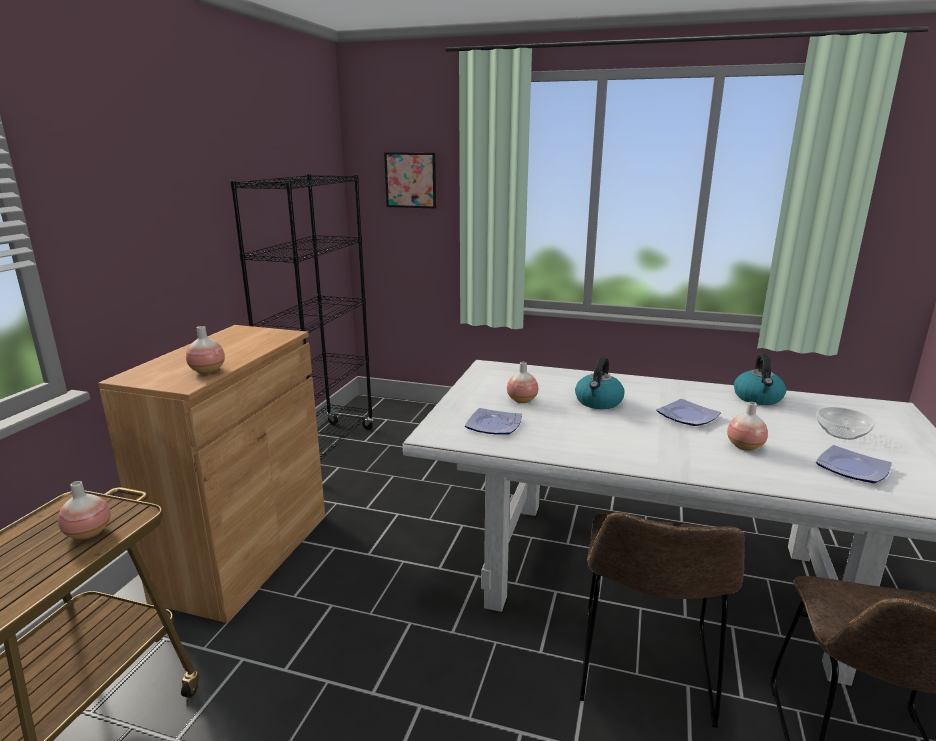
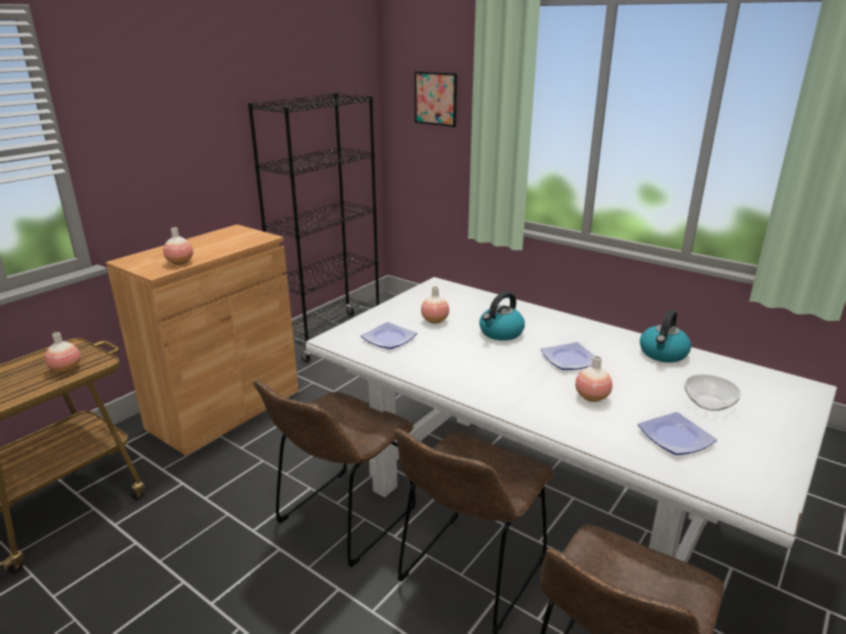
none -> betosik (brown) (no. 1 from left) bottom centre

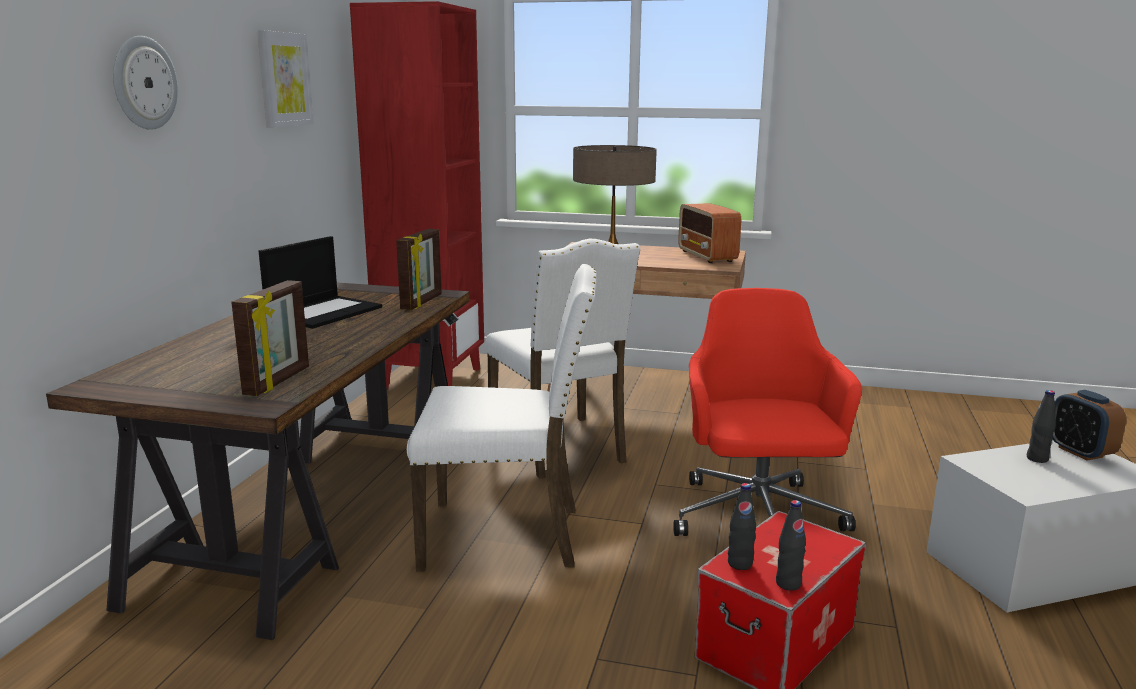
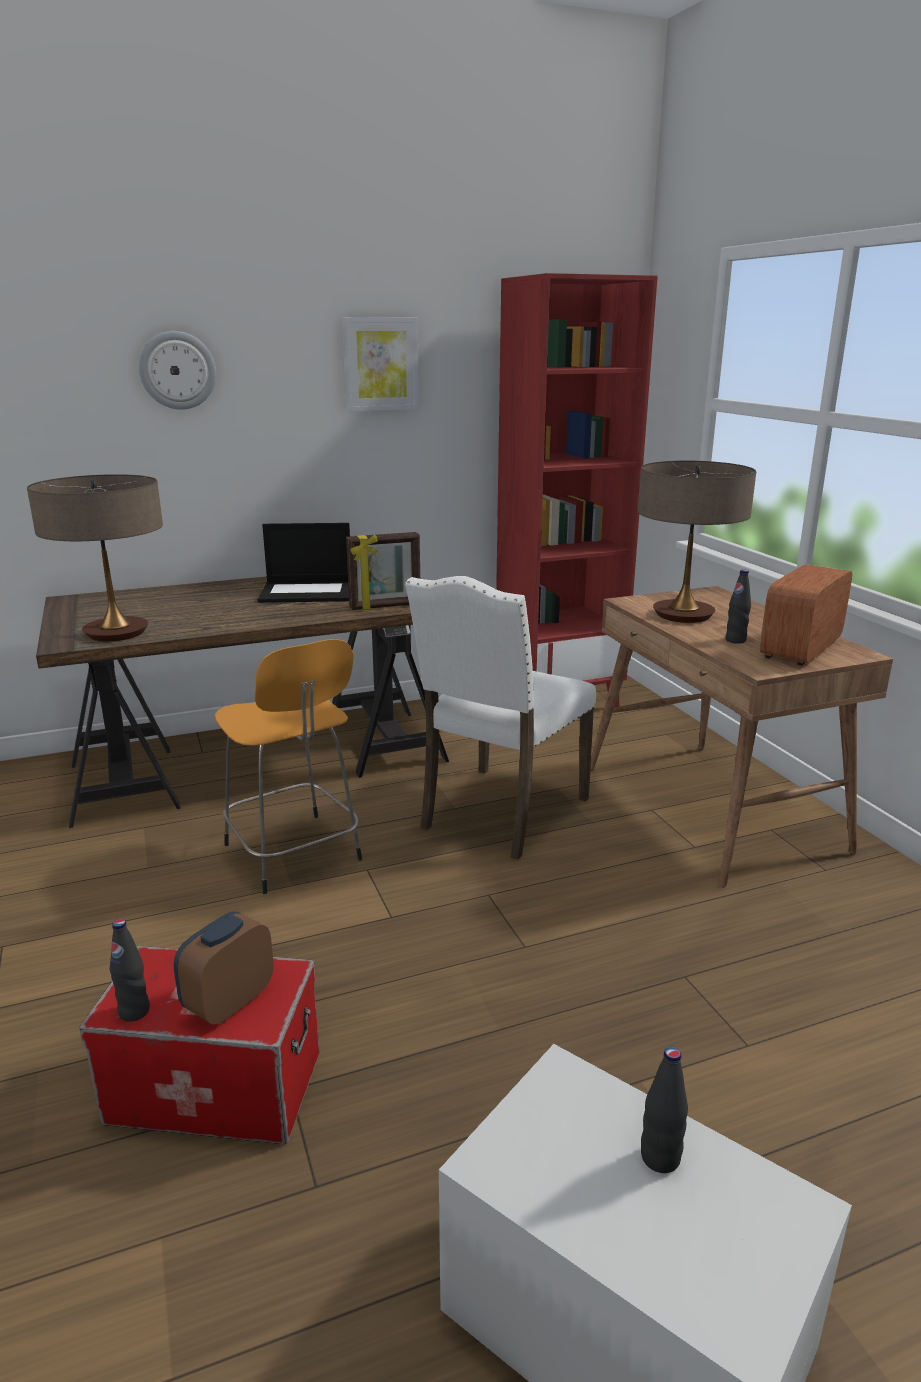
betosik (white) (no. 1 from left) centre -> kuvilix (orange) middle left
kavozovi (no. 1 from left) middle left -> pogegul (no. 1 from left) middle left
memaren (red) middle right -> none
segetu middle right -> segetu bottom left, shifted
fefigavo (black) (no. 1 from left in the first image) bottom centre -> fefigavo (black) (no. 3 from left) middle right, shifted

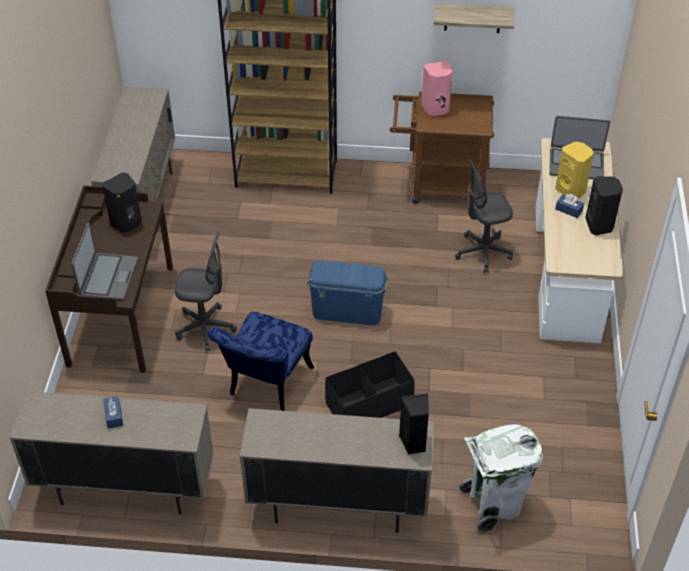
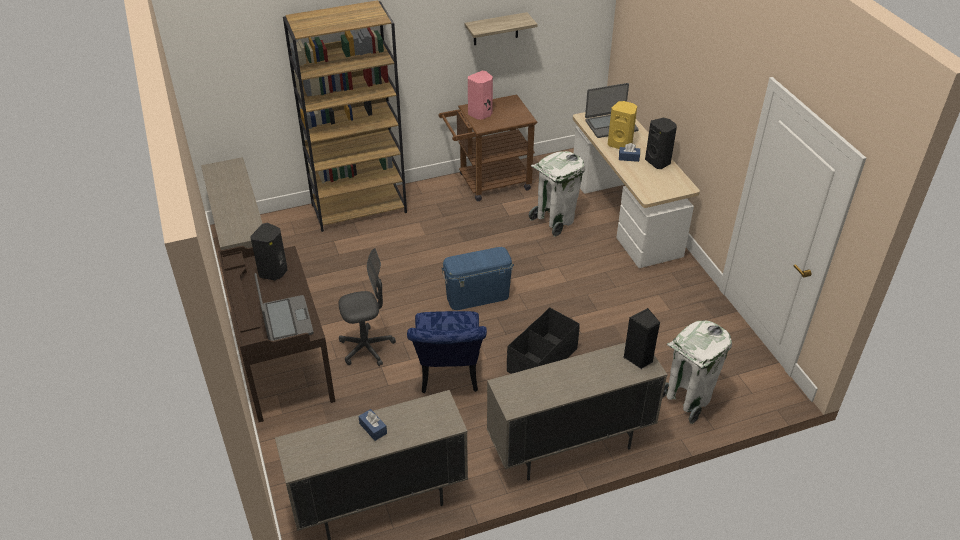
memaren (grey) (no. 2 from left) middle right -> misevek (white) (no. 1 from left) centre

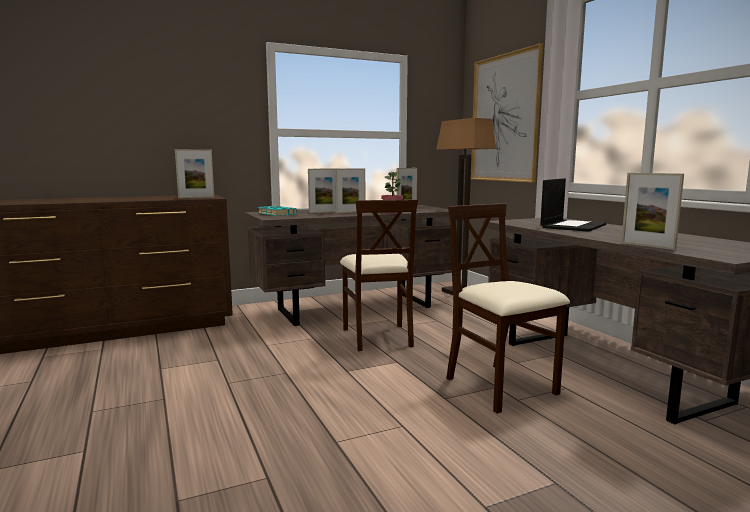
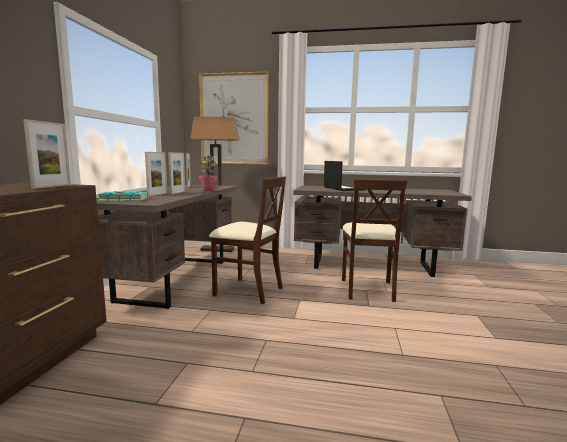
kavozovi (no. 5 from left) middle right -> none
betosik (beige) (no. 2 from left) middle right -> betosik (beige) (no. 2 from left) centre, 90 degrees counterclockwise

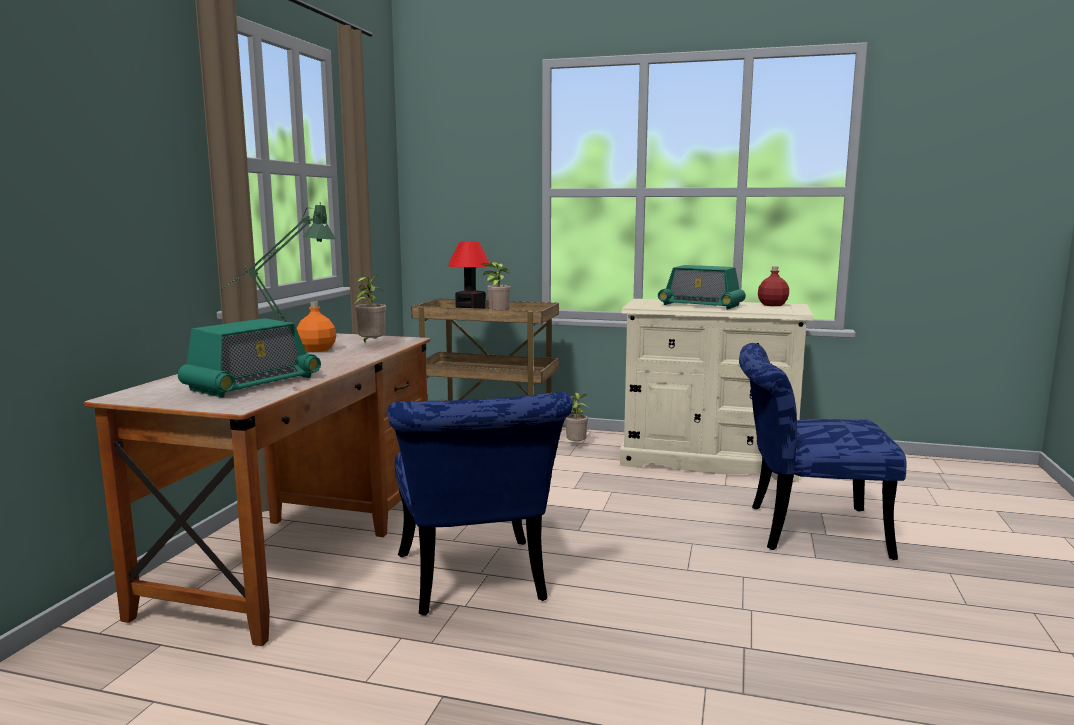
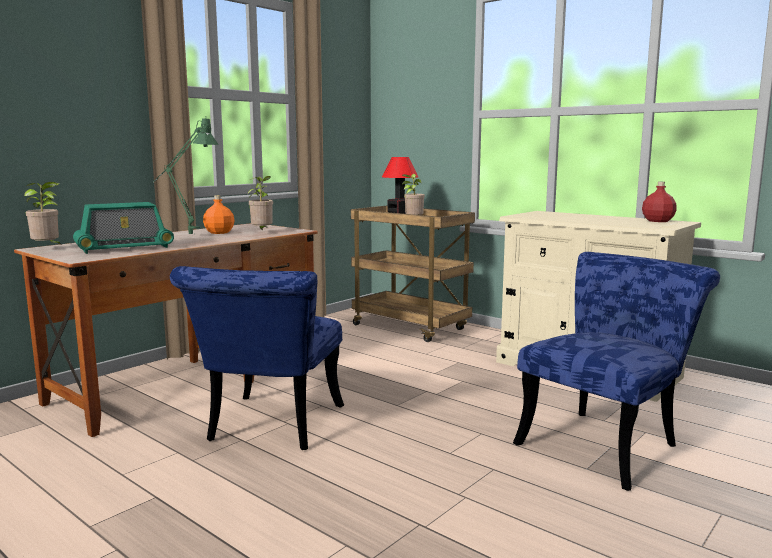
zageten (no. 2 from left) centre -> none
betosik (blue) (no. 2 from left) middle right, 105 degrees clockwise
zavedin (no. 3 from left in the first image) centre -> zavedin (no. 1 from left) middle left, shifted

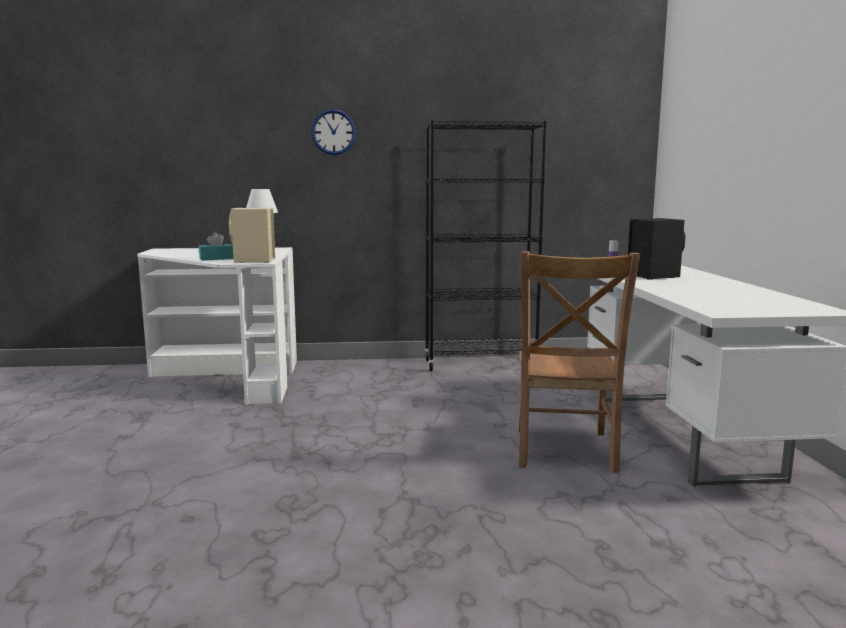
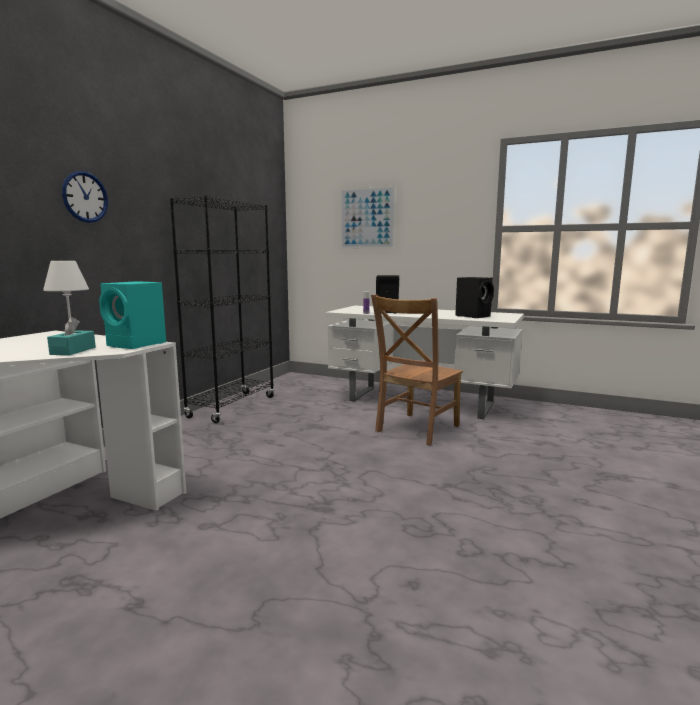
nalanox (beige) middle left -> nalanox (turquoise) middle left
betosik (brown) middle right -> betosik (brown) centre, 90 degrees clockwise
none -> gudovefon top centre
none -> nalanox (black) (no. 2 from left) middle right

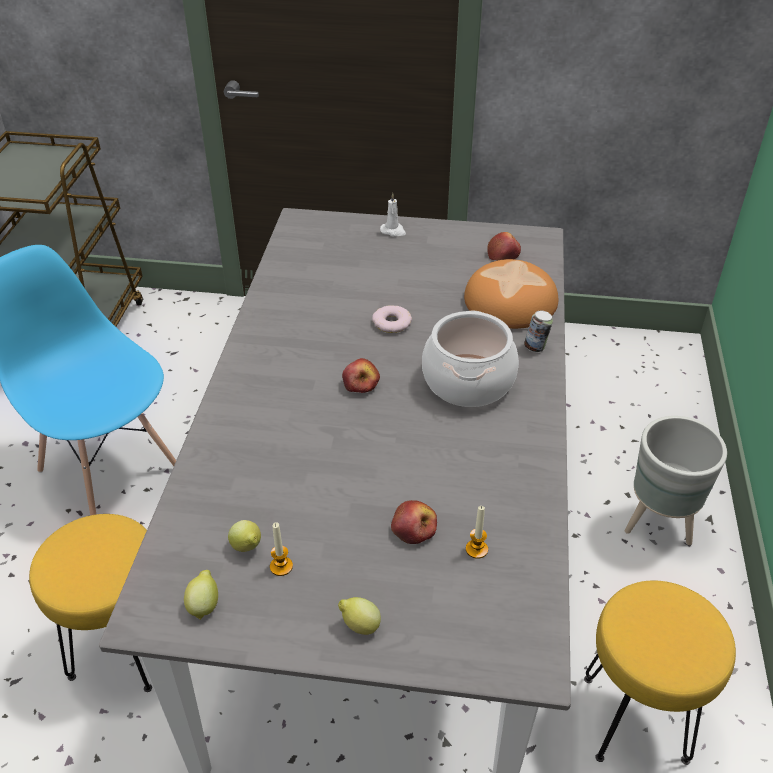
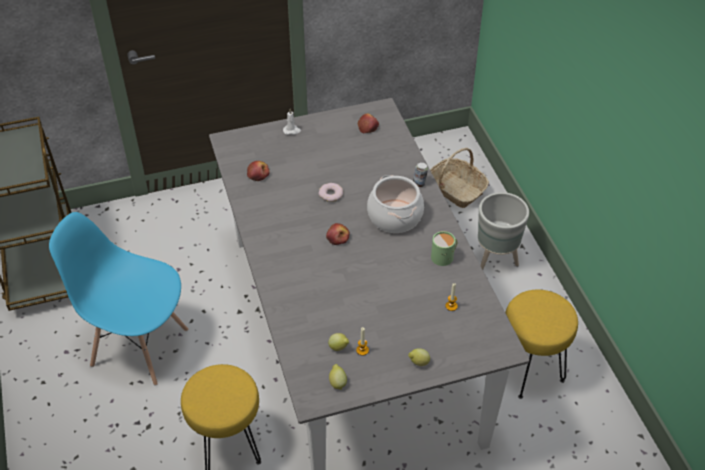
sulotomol centre -> none
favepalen (no. 2 from left in the first image) bottom centre -> favepalen (no. 1 from left) centre, shifted
none -> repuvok centre
none -> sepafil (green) centre

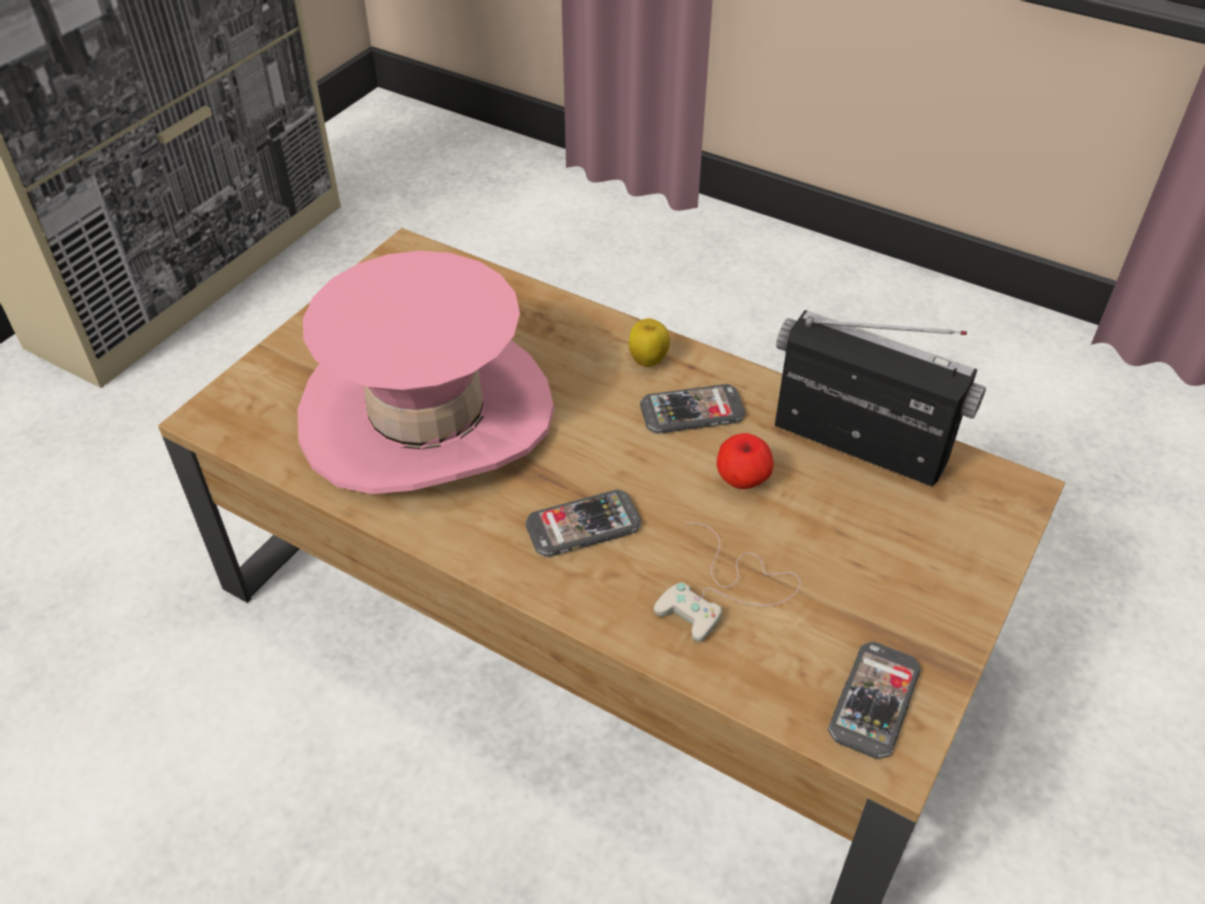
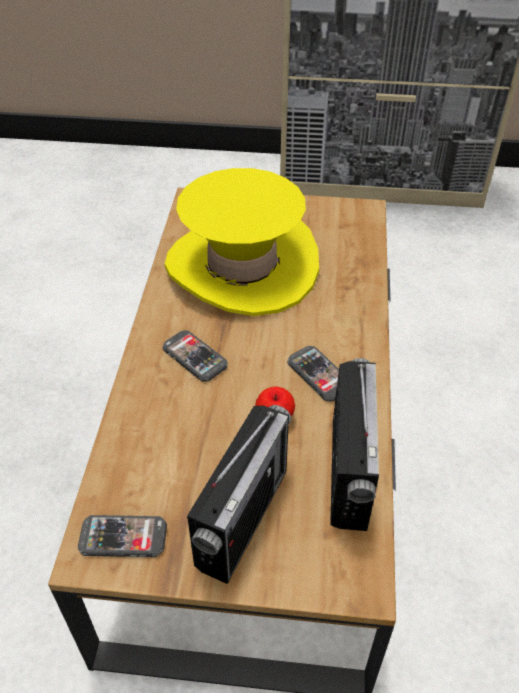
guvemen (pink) centre -> guvemen (yellow) centre
favepalen (no. 1 from left) centre -> none
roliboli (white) centre -> none
none -> zageten (no. 1 from left) bottom centre

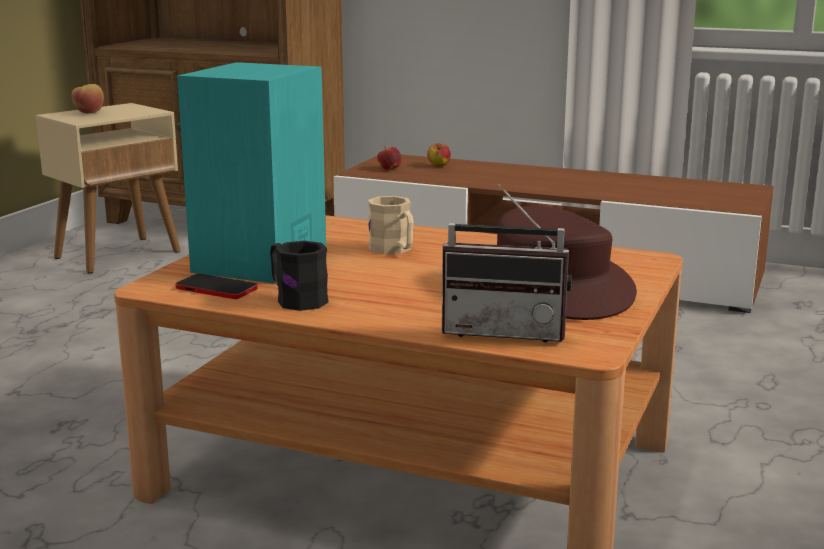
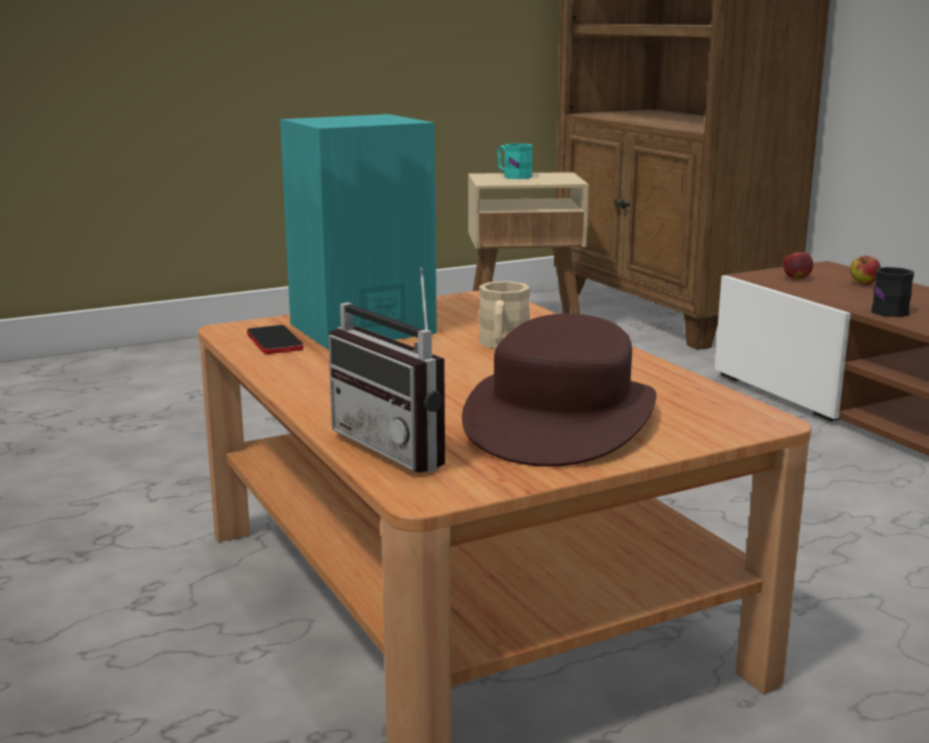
favepalen (no. 1 from left) top left -> sepafil (turquoise) top centre
sepafil (black) centre -> sepafil (black) middle right, shifted

